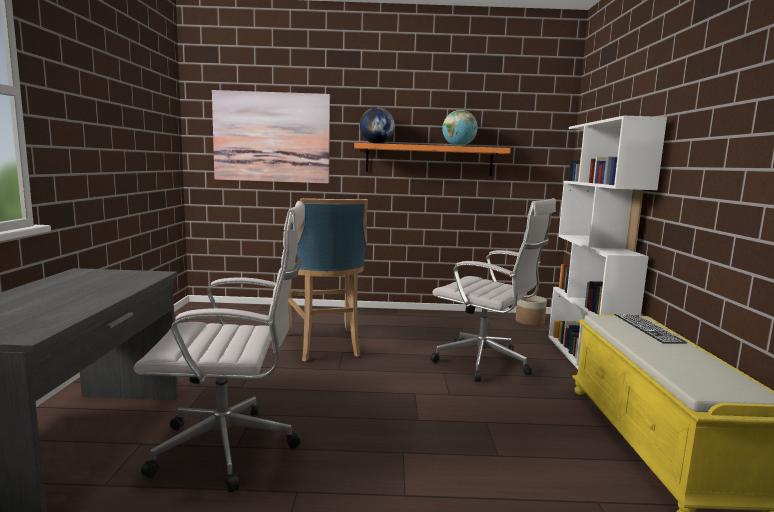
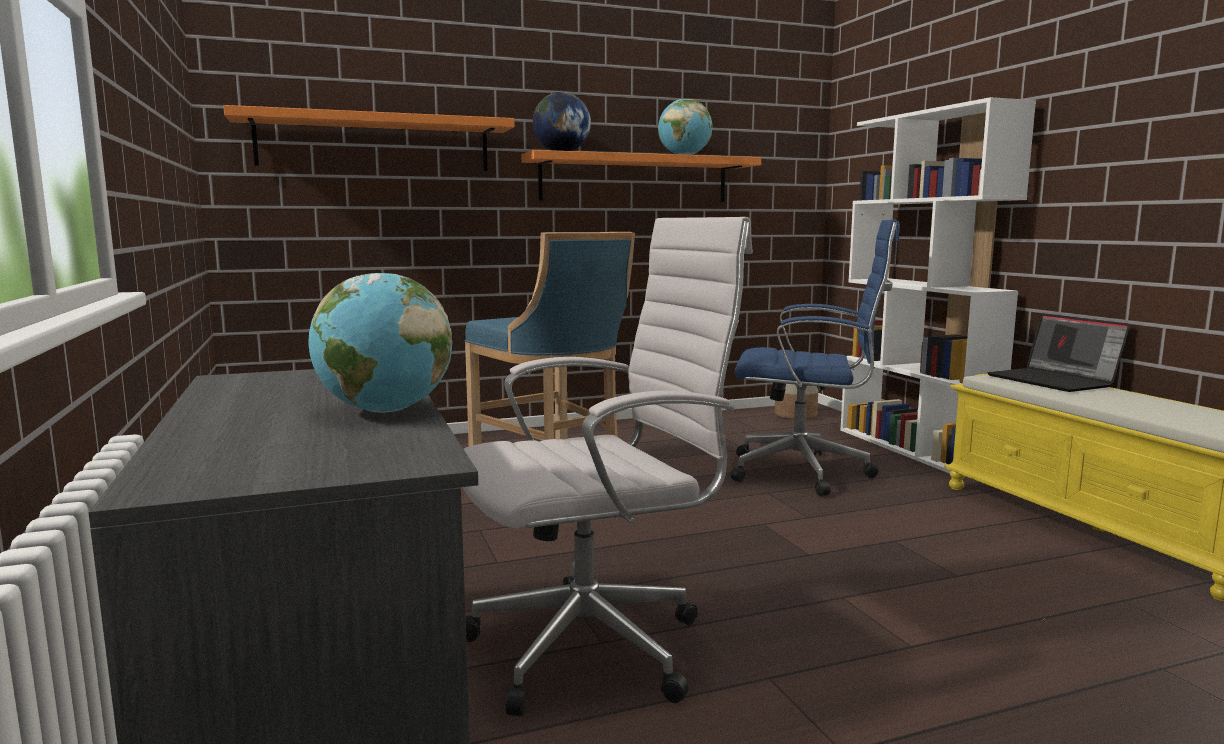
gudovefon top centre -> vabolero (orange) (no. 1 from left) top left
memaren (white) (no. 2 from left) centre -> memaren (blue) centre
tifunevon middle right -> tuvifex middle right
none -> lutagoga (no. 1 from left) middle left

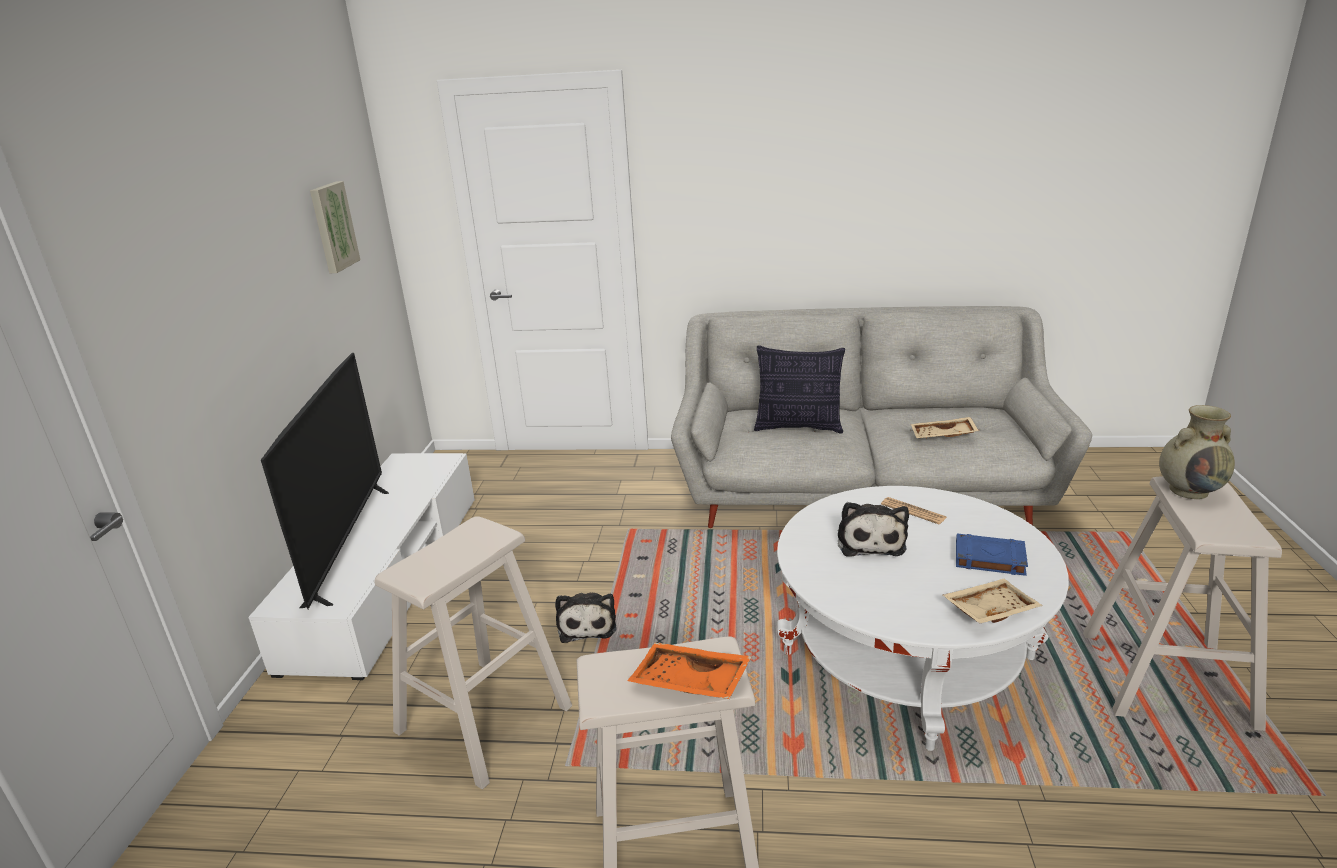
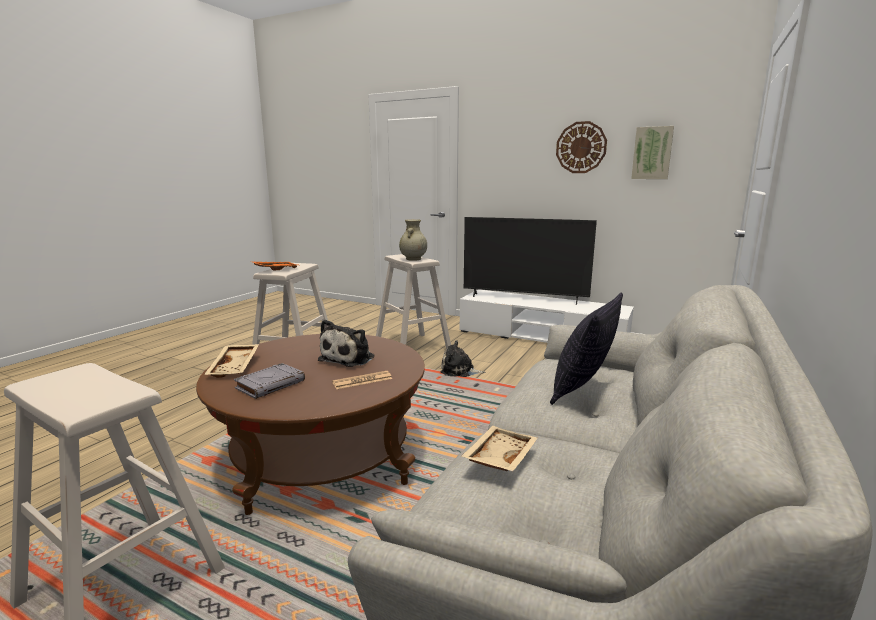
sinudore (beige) middle right -> sinudore (beige) centre, shifted
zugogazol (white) bottom right -> zugogazol (brown) bottom centre
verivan (no. 2 from left in the first image) centre -> verivan (no. 1 from left) centre, 90 degrees counterclockwise
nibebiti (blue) middle right -> nibebiti (grey) middle left
none -> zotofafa top centre

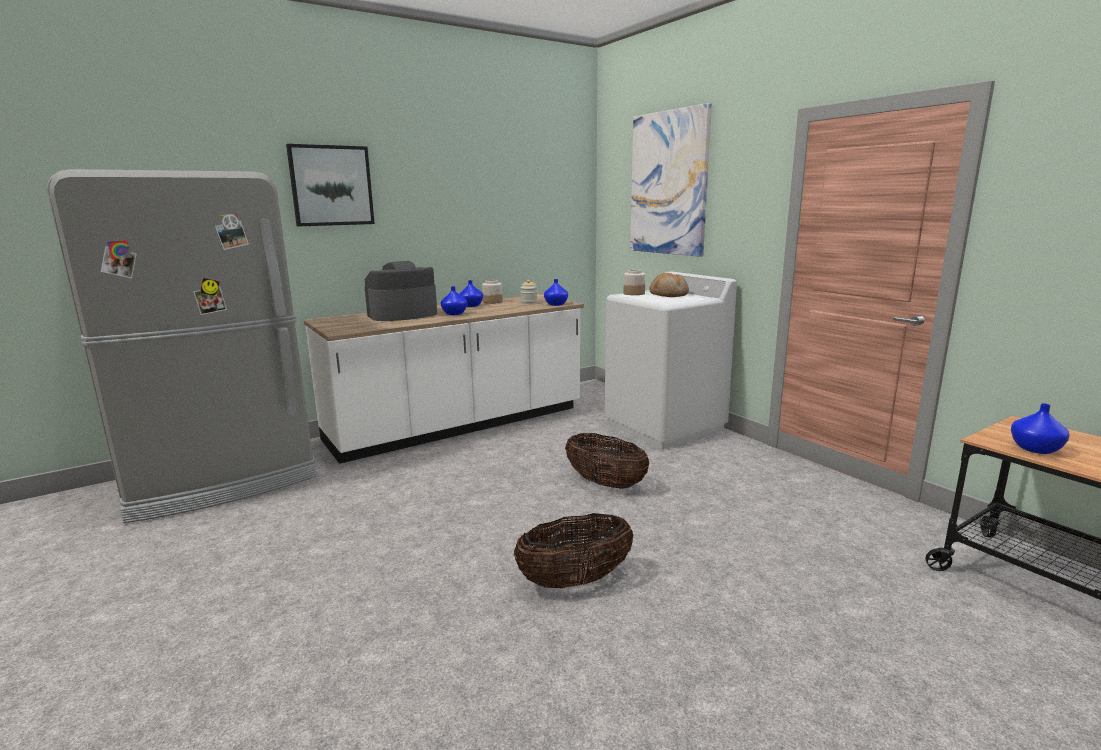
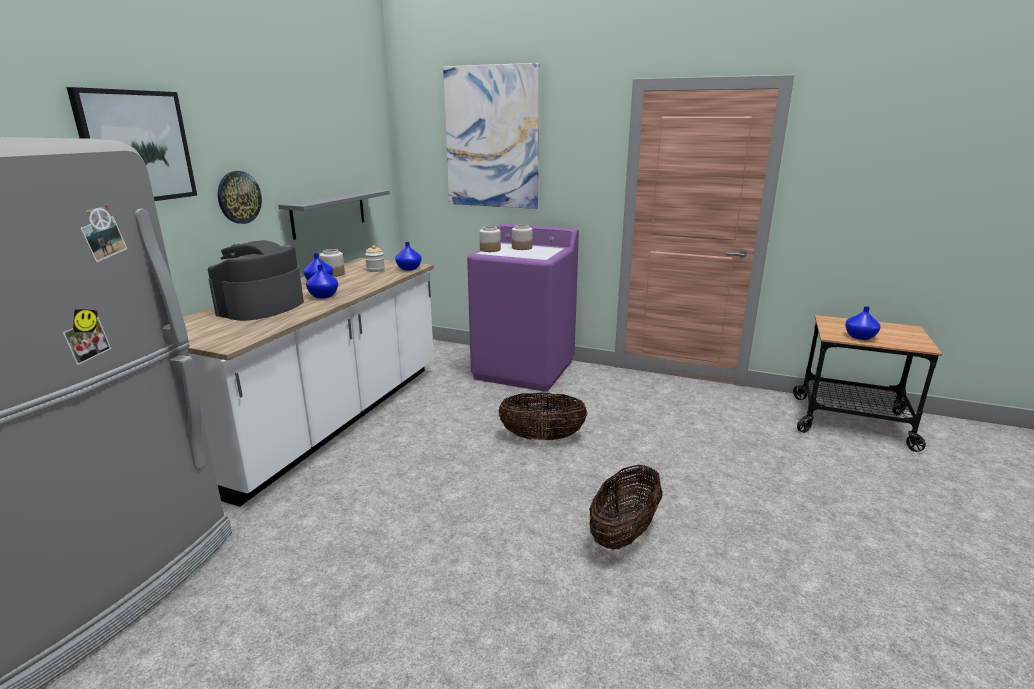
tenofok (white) centre -> tenofok (purple) centre
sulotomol centre -> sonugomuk (no. 4 from left) centre
none -> zotofafa top left
none -> vabolero (grey) top left

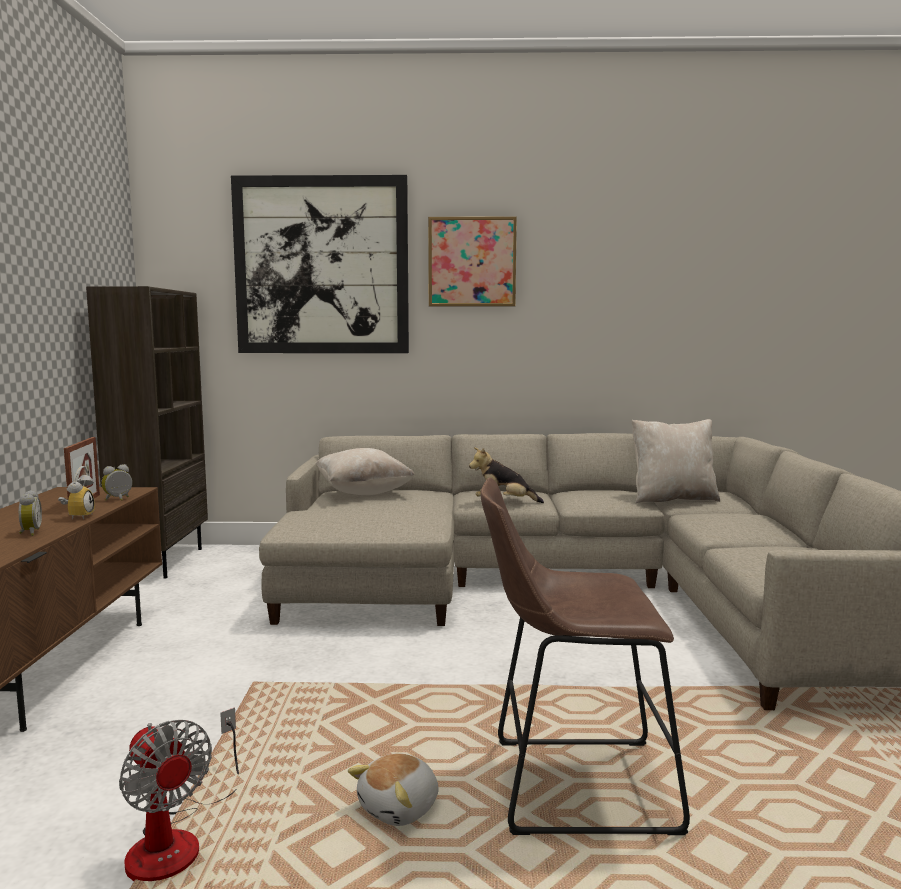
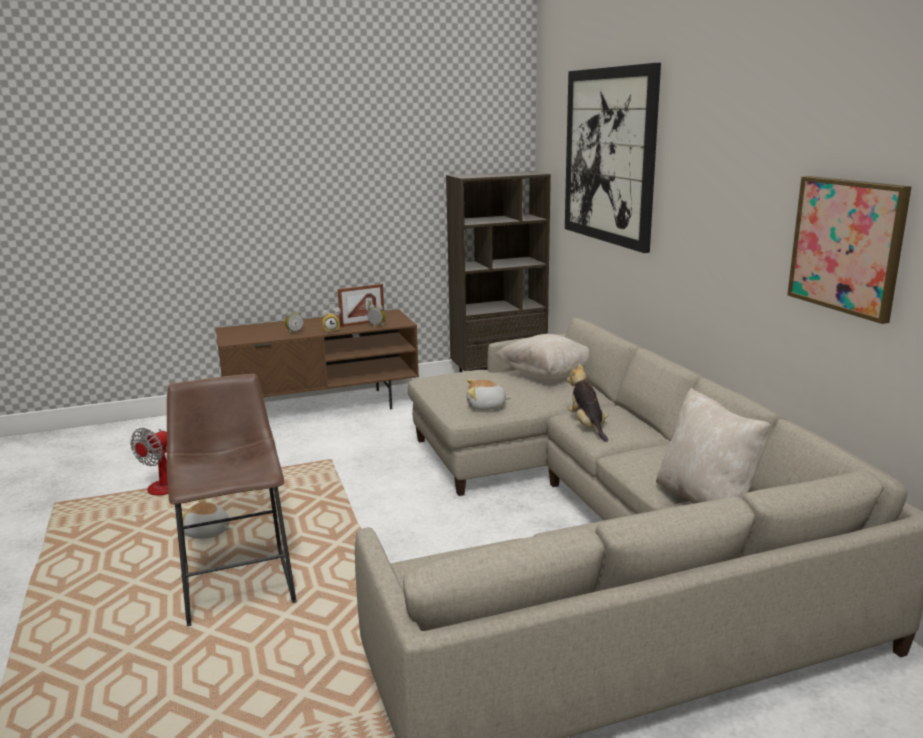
gudovefon (no. 2 from left) top centre -> gudovefon (no. 2 from left) middle right, shifted
none -> verivan (no. 2 from left) centre

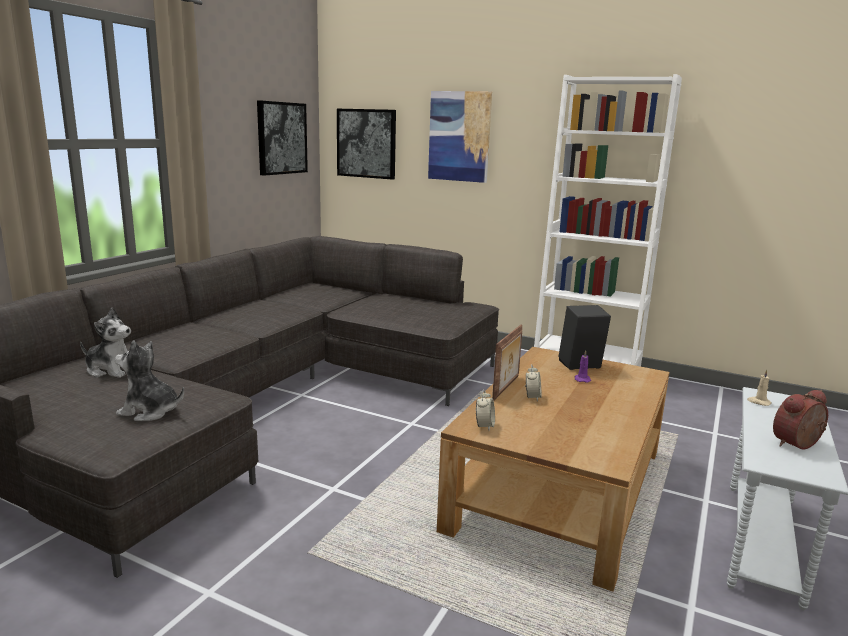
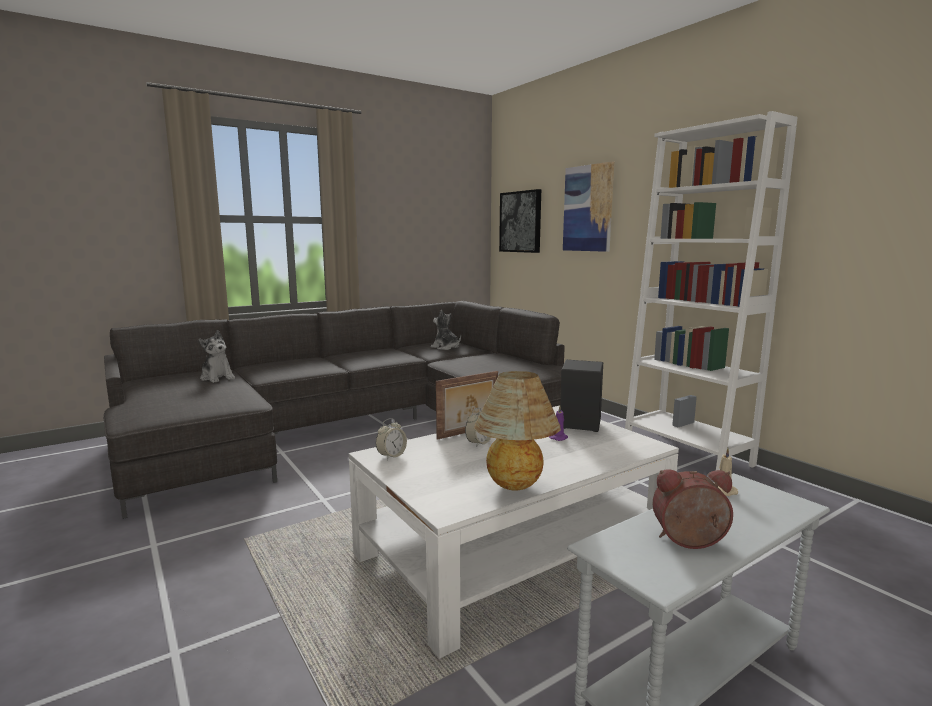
gudovefon (no. 1 from left) top left -> none
verivan (no. 2 from left) middle left -> verivan (no. 2 from left) centre, shifted
zugogazol (brown) bottom centre -> zugogazol (white) bottom centre
none -> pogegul centre

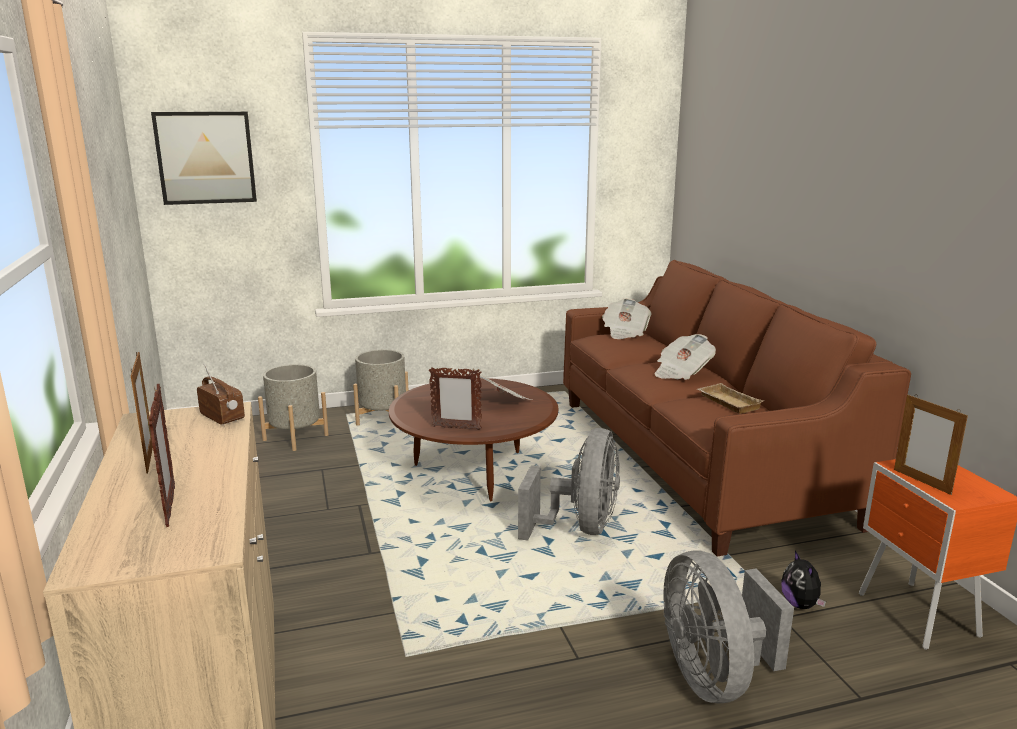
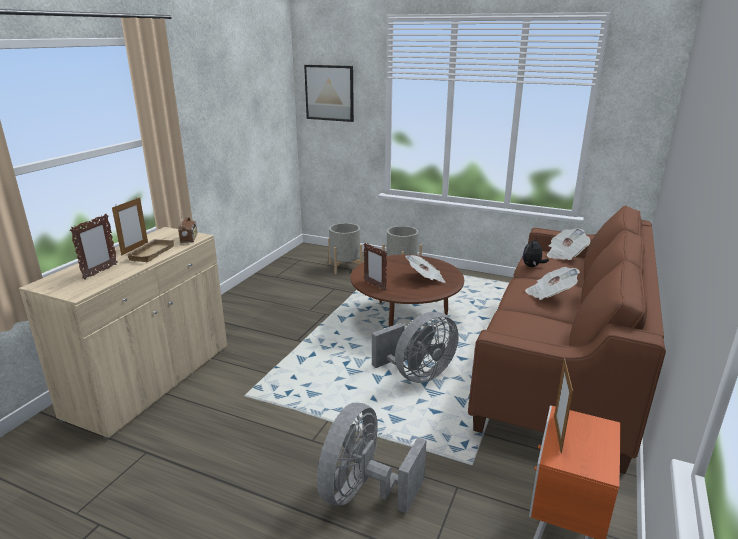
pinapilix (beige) middle right -> pinapilix (beige) middle left, shifted
verivan bottom right -> verivan middle right, shifted

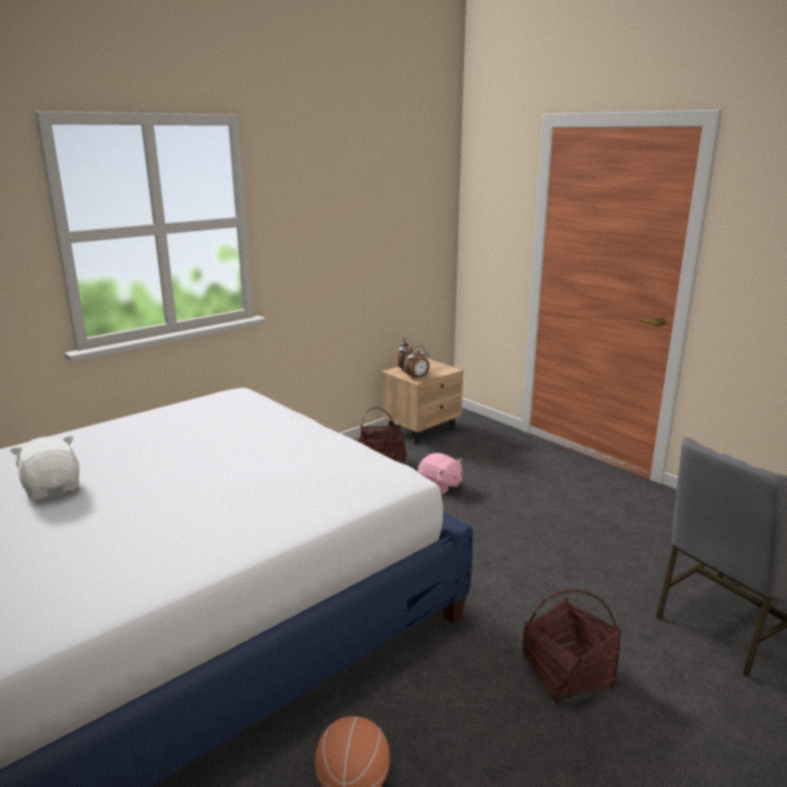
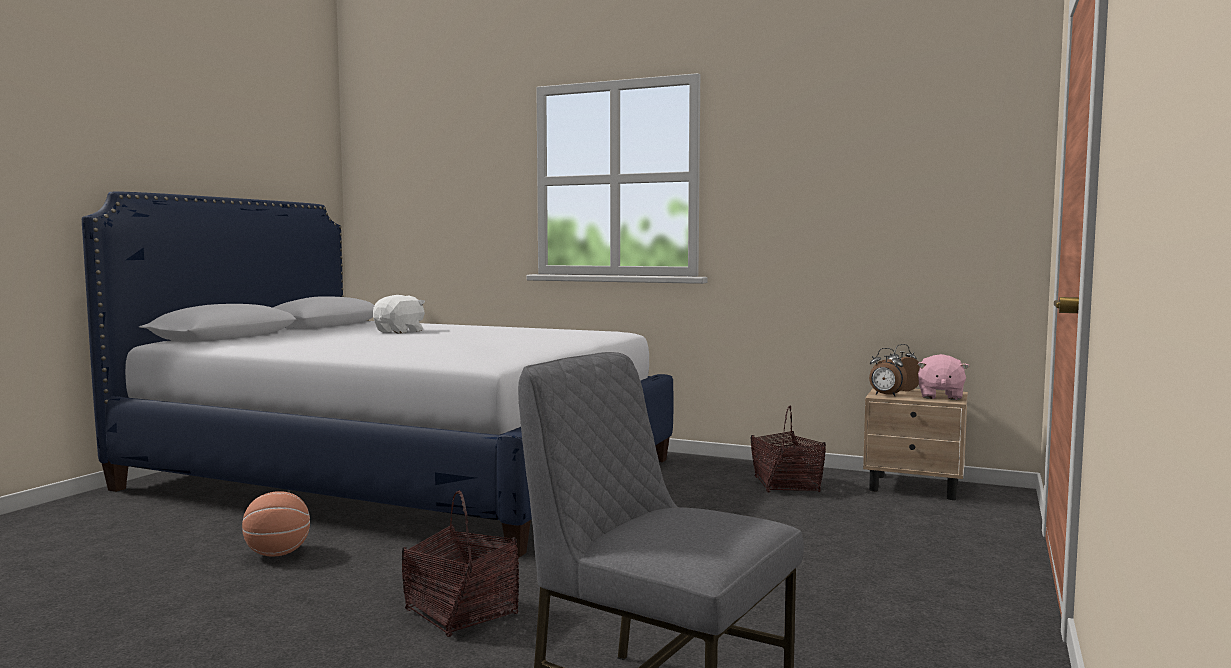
verivan (pink) centre -> verivan (pink) middle right, shifted

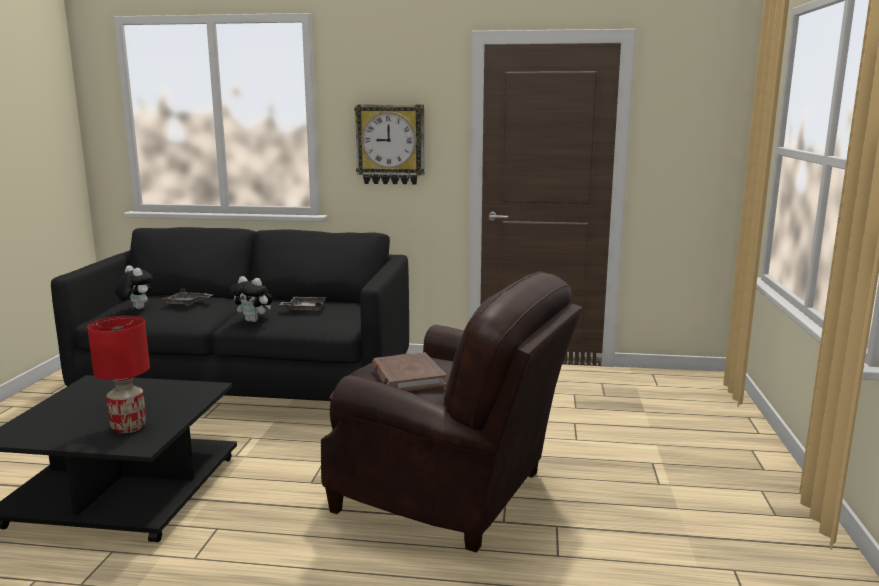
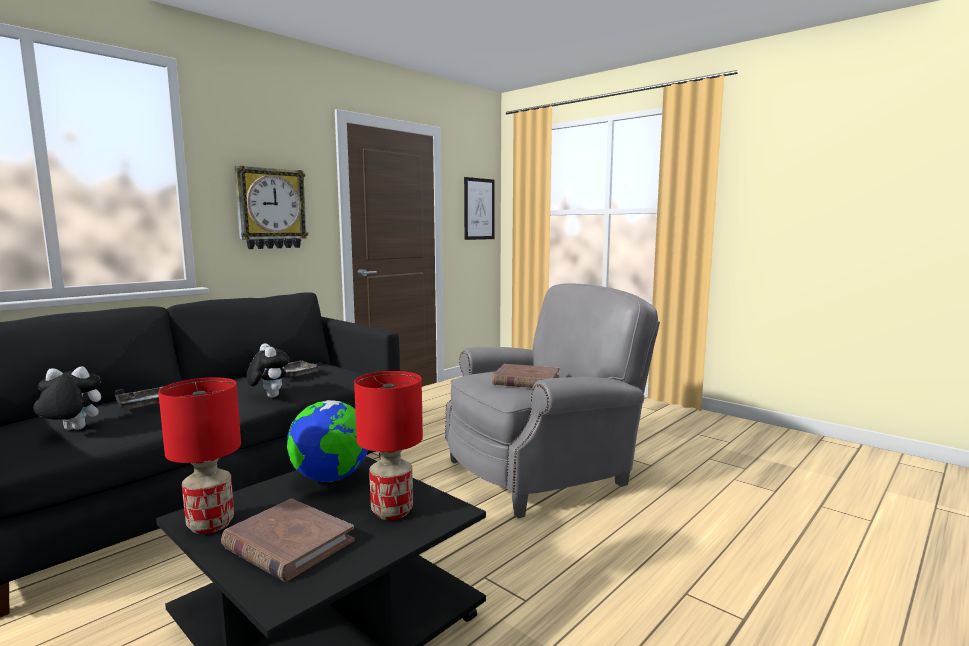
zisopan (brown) bottom centre -> zisopan (grey) centre
verivan (no. 2 from left) middle left, 90 degrees counterclockwise
none -> gudovefon top centre
none -> pogegul (red) (no. 1 from left) bottom left
none -> lutagoga bottom centre
none -> nibebiti (brown) (no. 1 from left) bottom left

